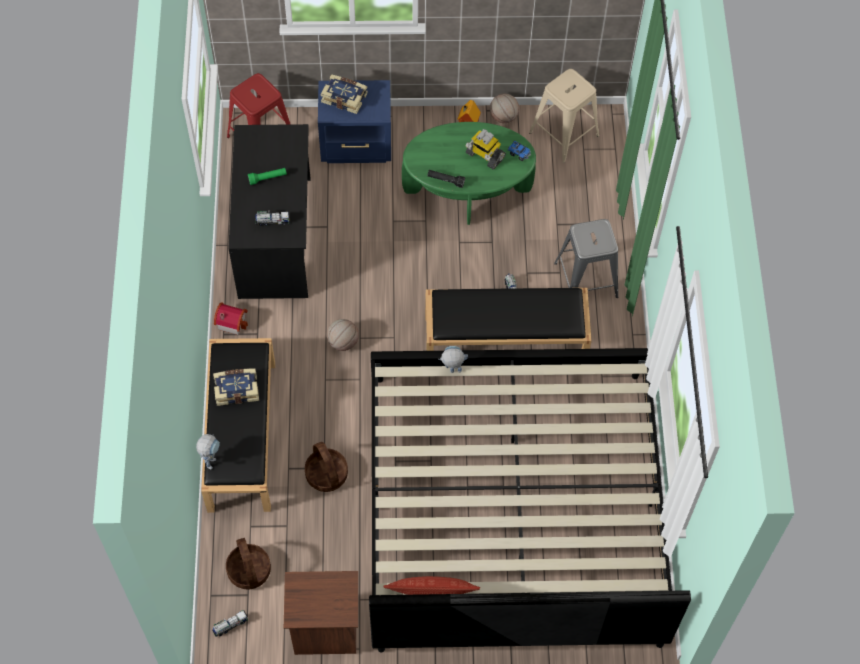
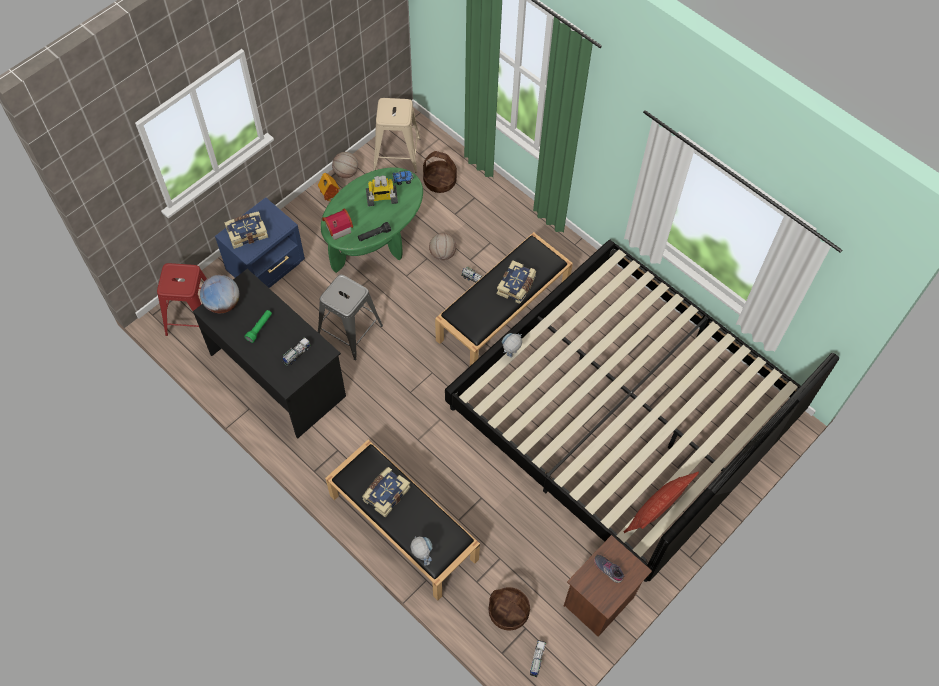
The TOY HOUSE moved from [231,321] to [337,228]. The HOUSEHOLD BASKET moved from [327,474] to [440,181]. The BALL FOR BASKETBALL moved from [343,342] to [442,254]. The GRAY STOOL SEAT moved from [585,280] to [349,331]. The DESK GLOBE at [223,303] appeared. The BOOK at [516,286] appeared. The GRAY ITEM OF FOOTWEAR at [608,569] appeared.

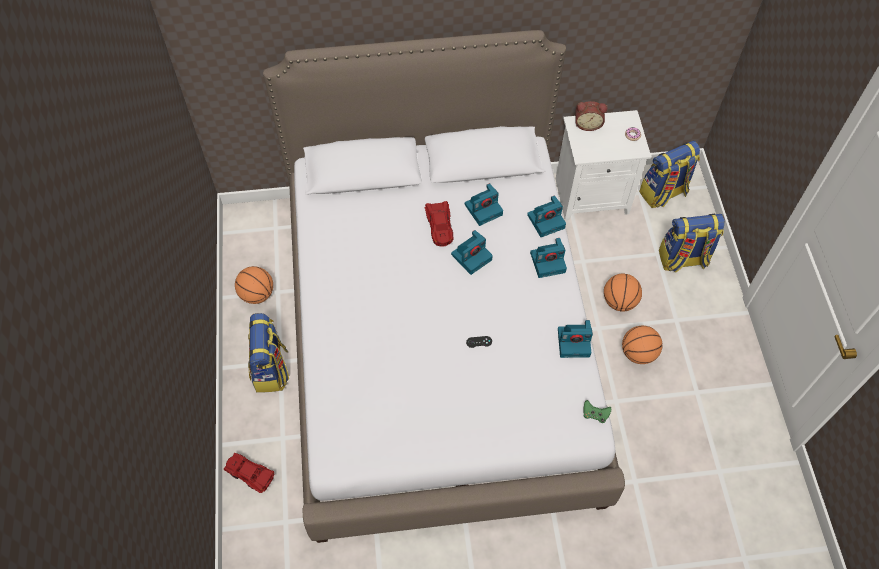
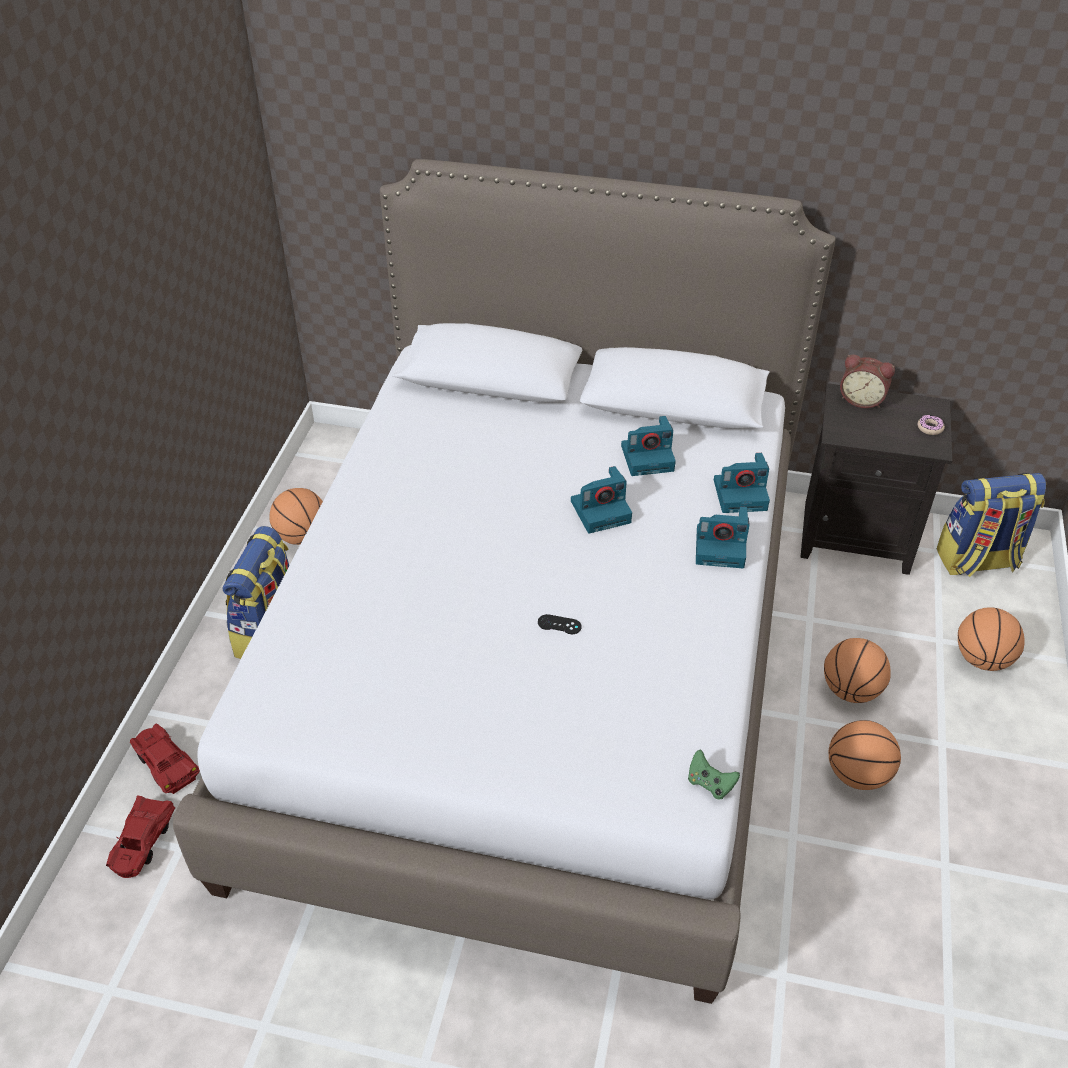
The REDDISH MODEL CAR moved from [439,227] to [142,841]. The WHITE-COLOURED BEDSIDE TABLE at [592,195] became the BLACK BEDSIDE TABLE at [857,536]. The STILL CAMERA at [574,342] disappeared. The BACKPACK at [683,259] was replaced by the BALL FOR BASKETBALL at [982,659].

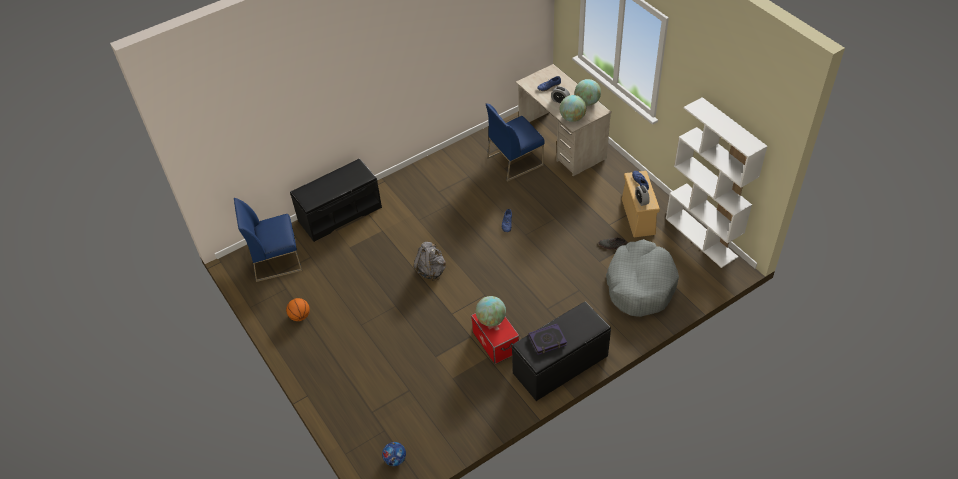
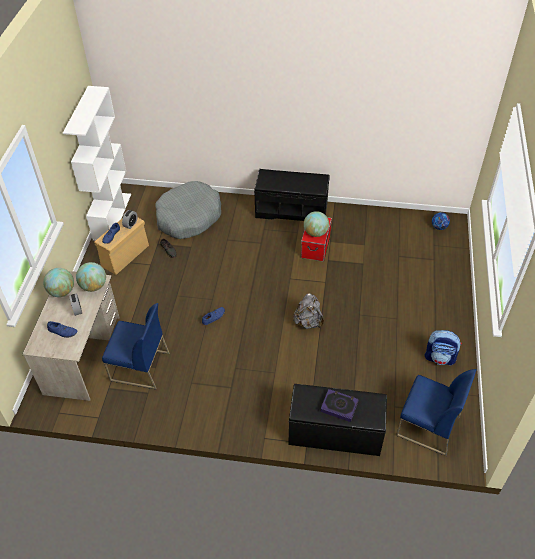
The BALL FOR BASKETBALL at [300,316] was replaced by the BACKPACK at [440,358]. The BOOK moved from [547,341] to [339,406].

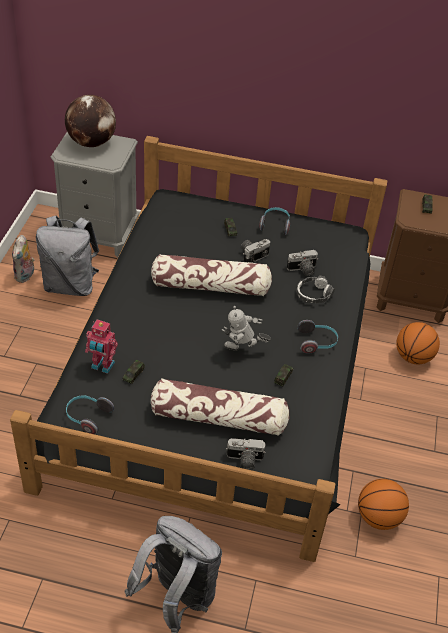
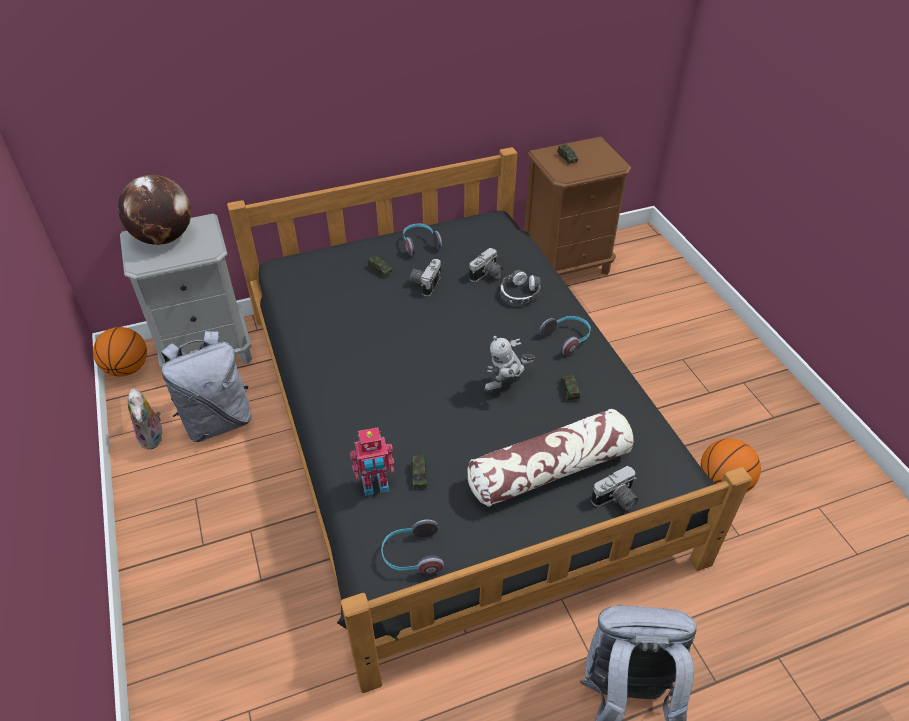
The CUSHION at [211,286] disappeared. The BALL FOR BASKETBALL moved from [413,357] to [127,369].

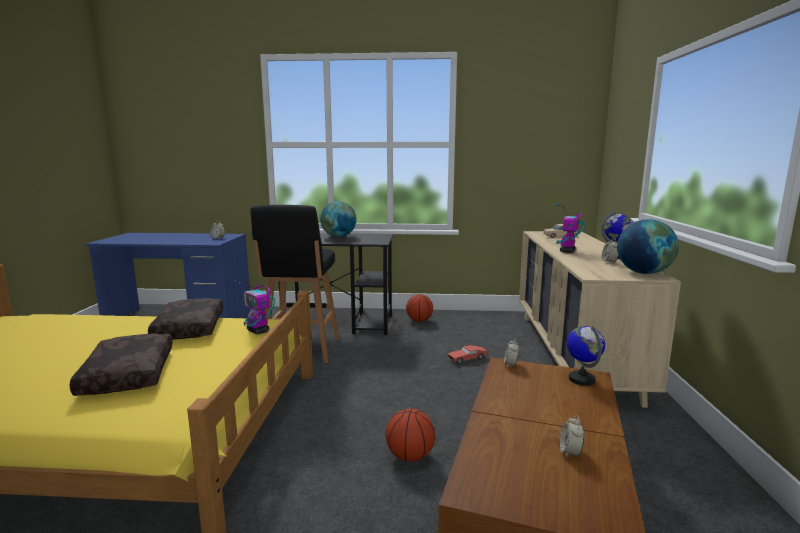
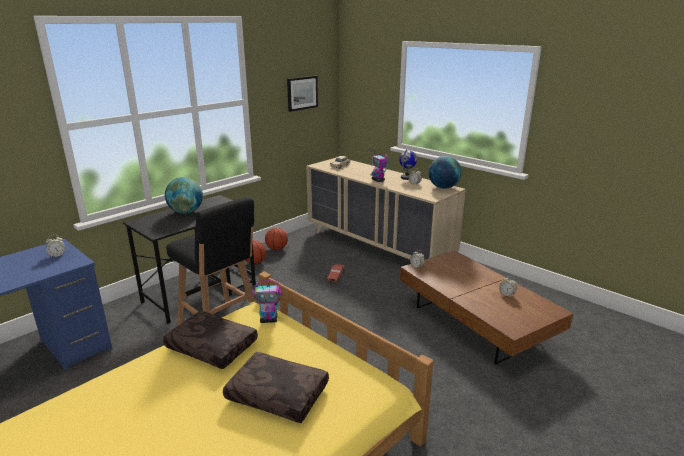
The BALL FOR BASKETBALL moved from [409,456] to [276,249]. The DESK GLOBE at [581,379] disappeared. The PICTURE at [302,93] appeared.

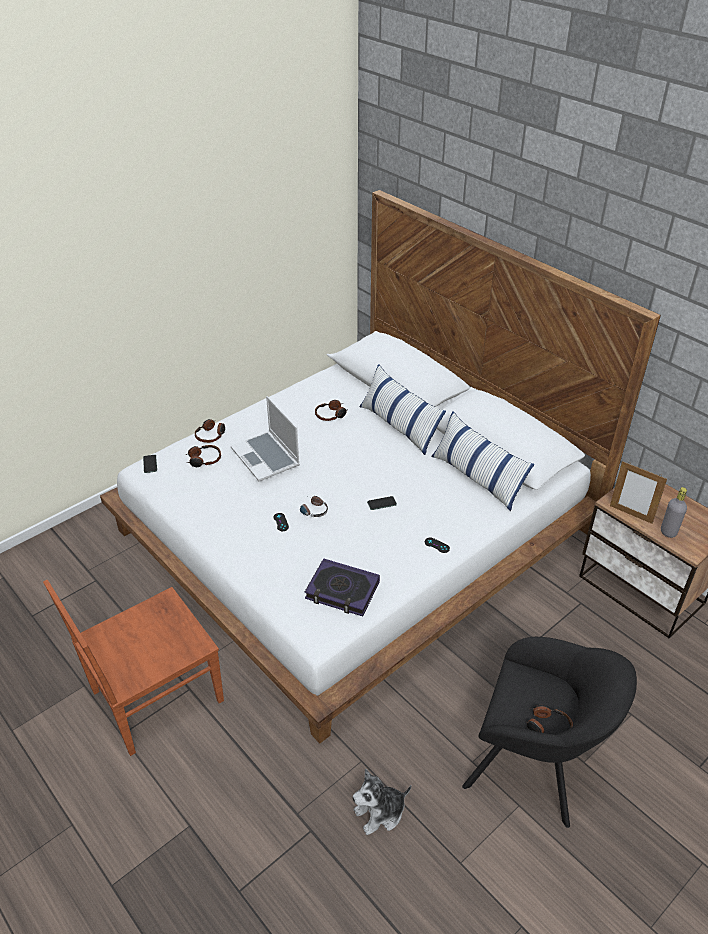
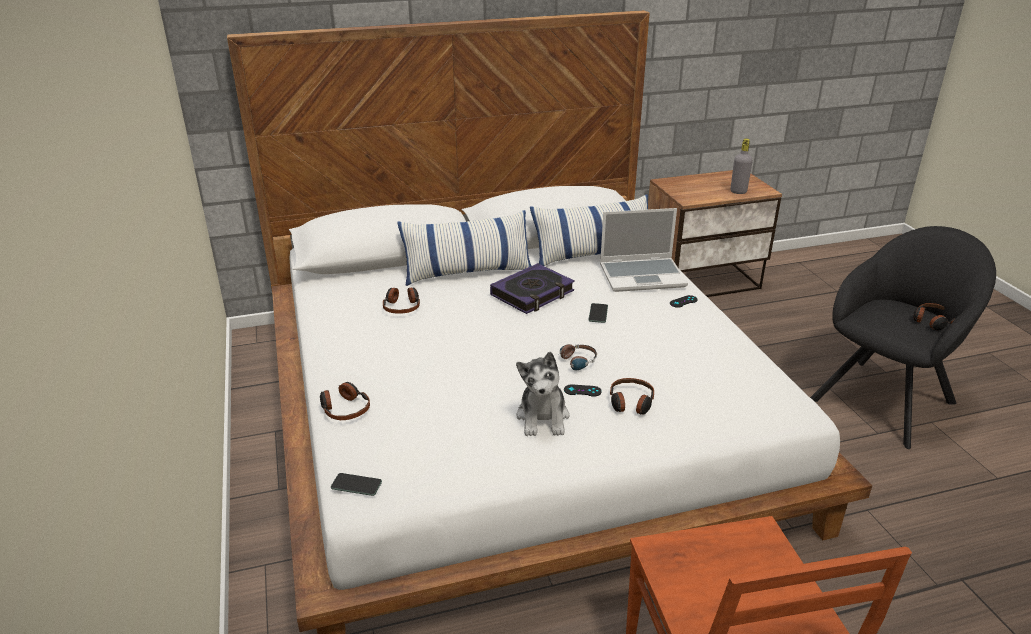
The PAIR OF HEADPHONES moved from [204,460] to [631,403]. The LAPTOP moved from [266,457] to [643,276]. The BOOK moved from [342,591] to [532,294]. The PLUSH TOY moved from [380,813] to [543,417]. The PHOTO FRAME at [630,514] disappeared.

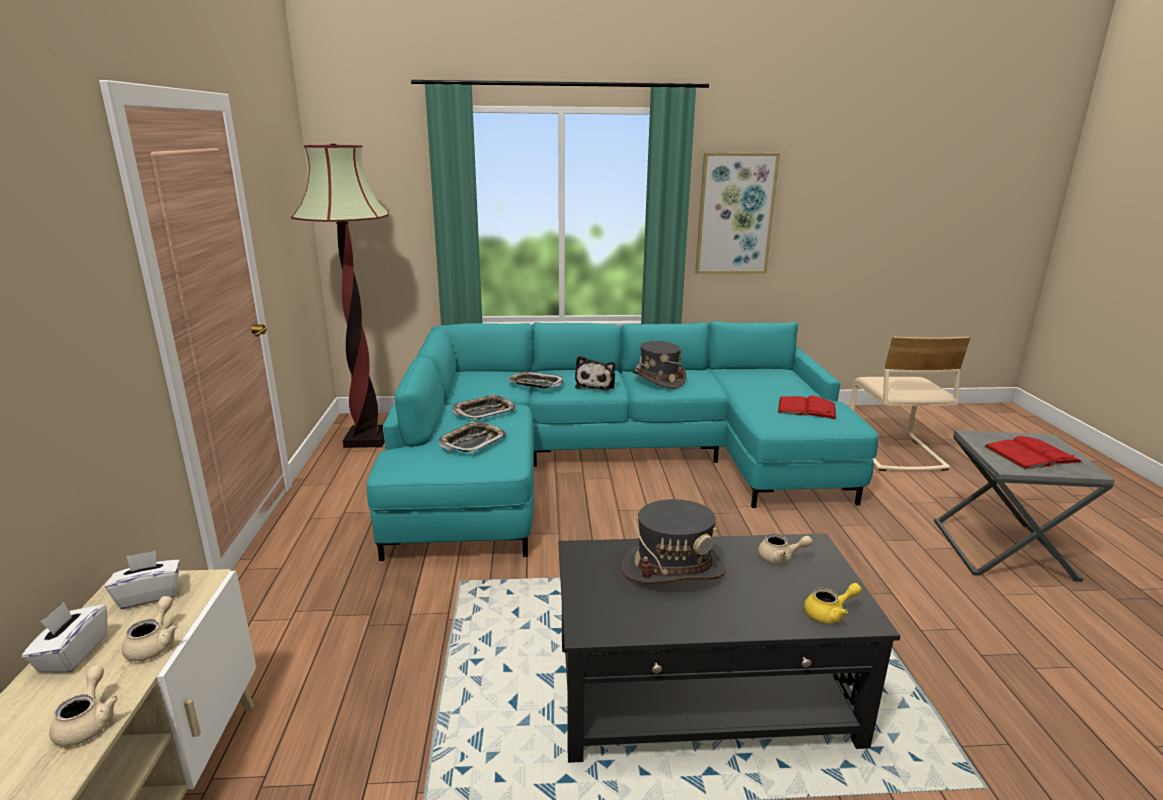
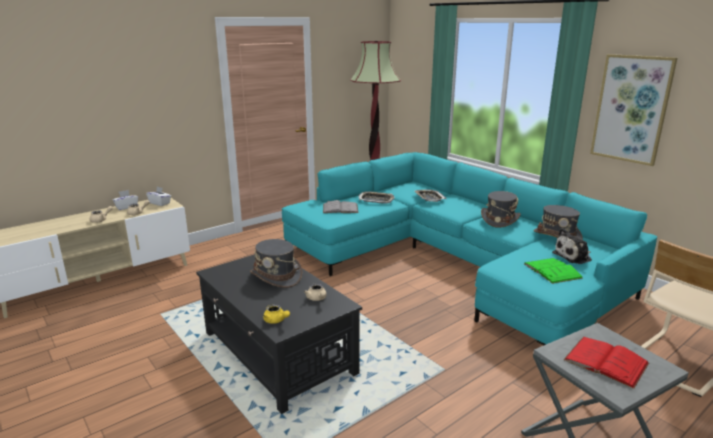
The SERVING TRAY at [472,442] was replaced by the GRAY BOOK at [340,208]. The PLUSH TOY moved from [596,385] to [573,256]. The REDDISH BOOK at [806,408] became the GREENISH BOOK at [552,270]. The GRAY HAT at [557,236] appeared.

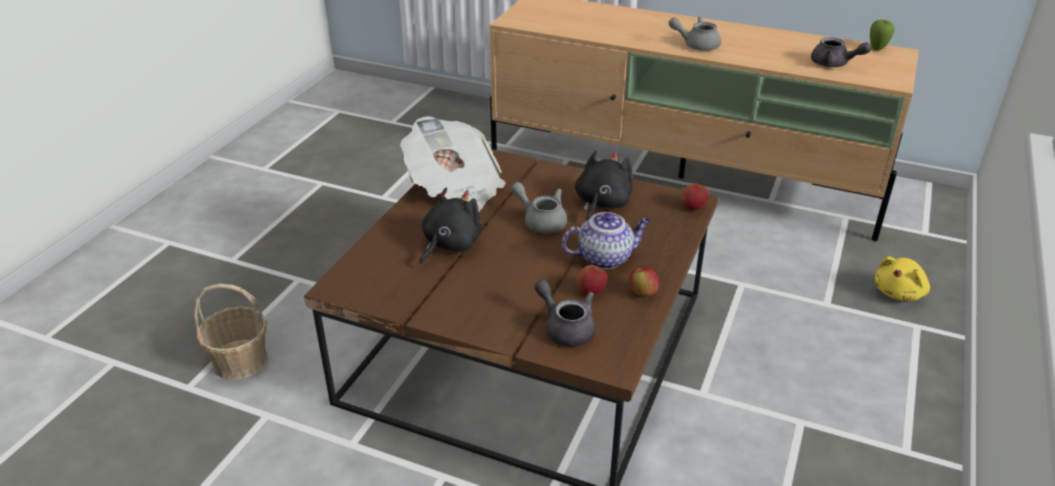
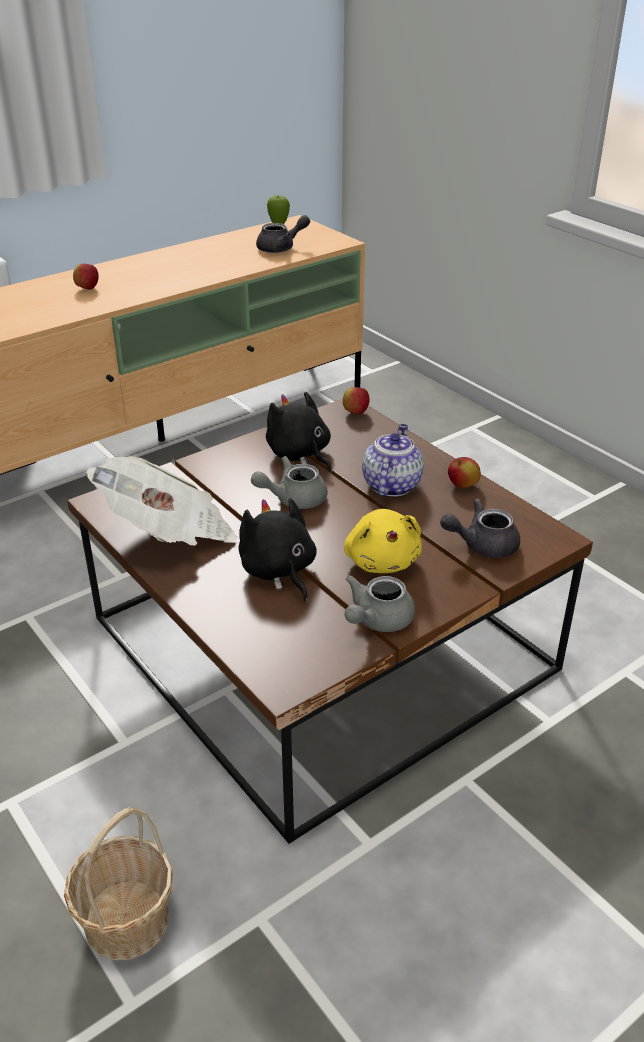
The WHOLE APPLE moved from [591,292] to [87,288]. The GRAY TEA POT moved from [696,45] to [377,620]. The YELLOWISH PLUSH TOY moved from [899,292] to [381,560].

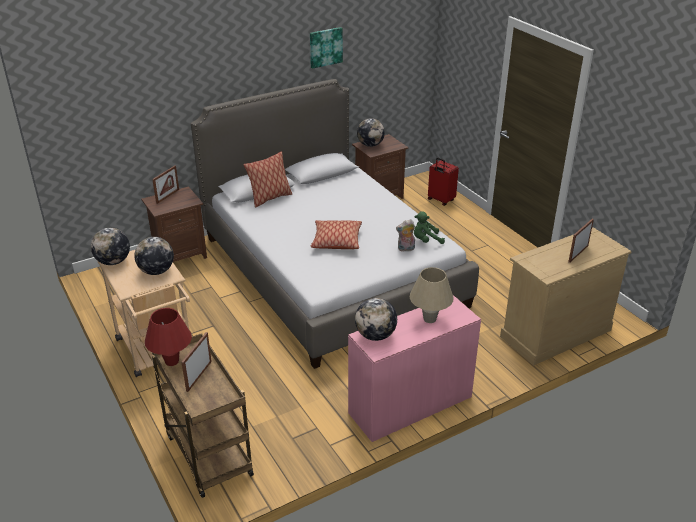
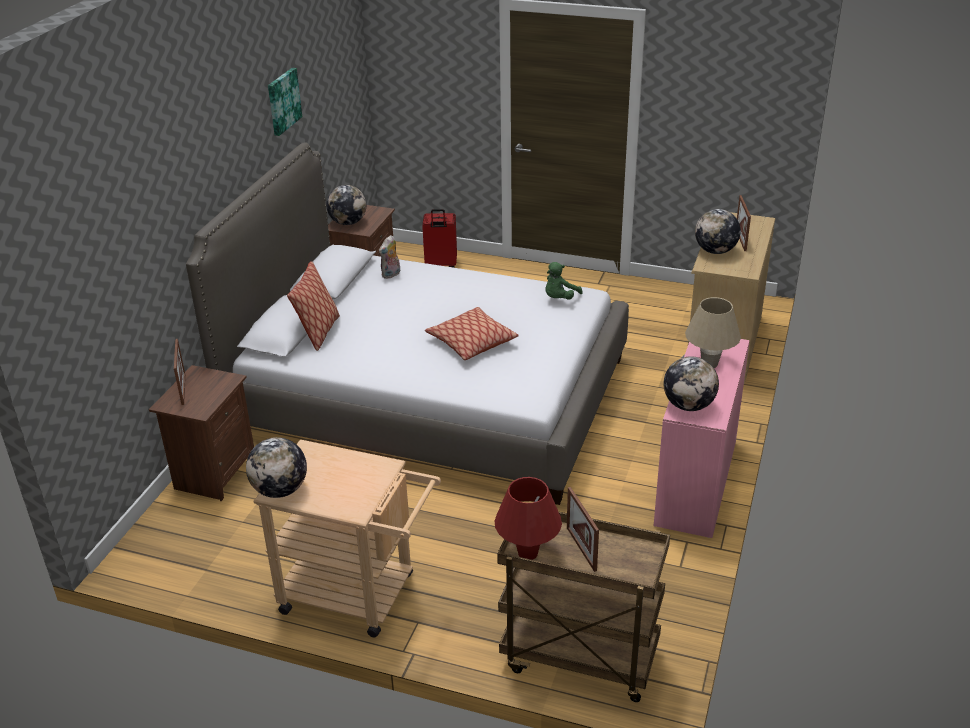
The DESK GLOBE moved from [156,271] to [715,251]. The PLUSH TOY moved from [405,249] to [391,275].

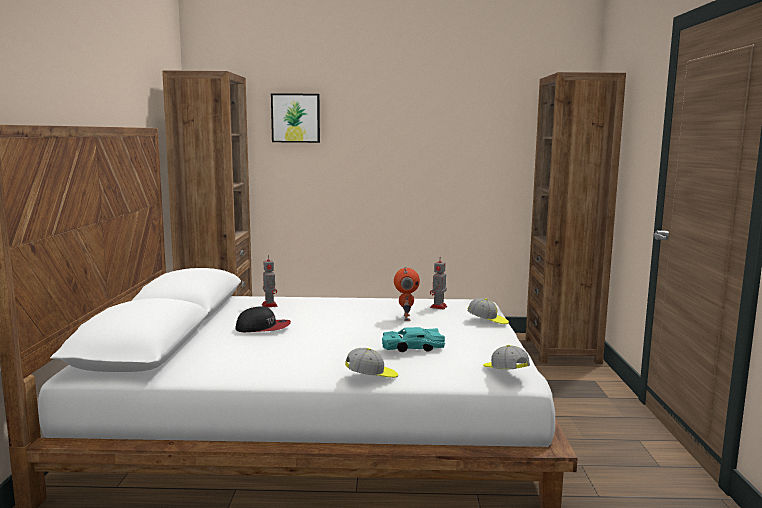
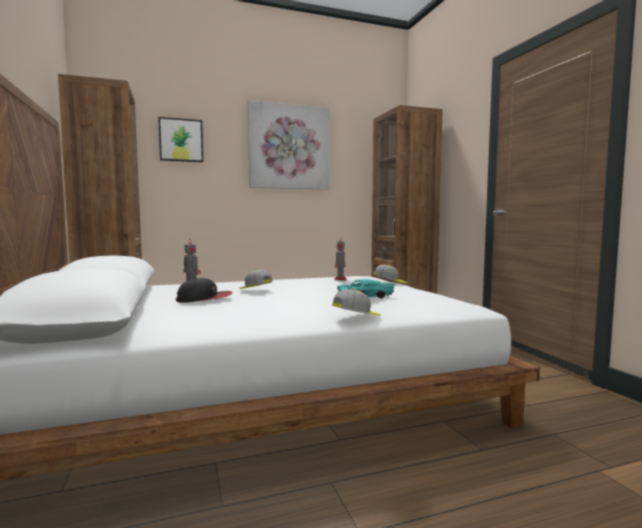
The ROBOT FIGURE at [405,317] disappeared. The CAP moved from [504,371] to [255,290]. The PICTURE at [289,147] appeared.

